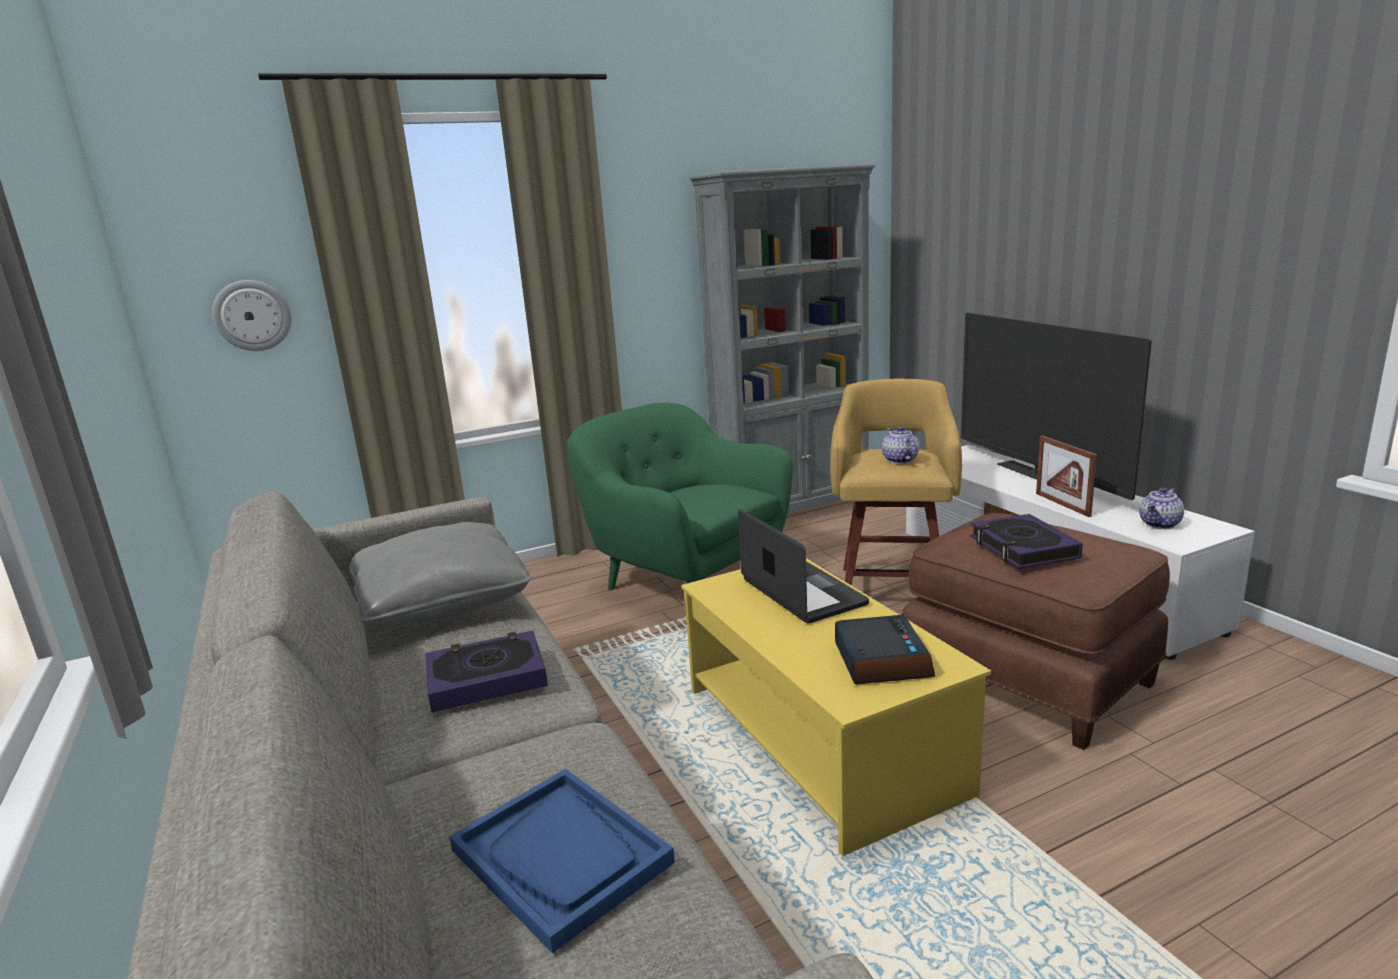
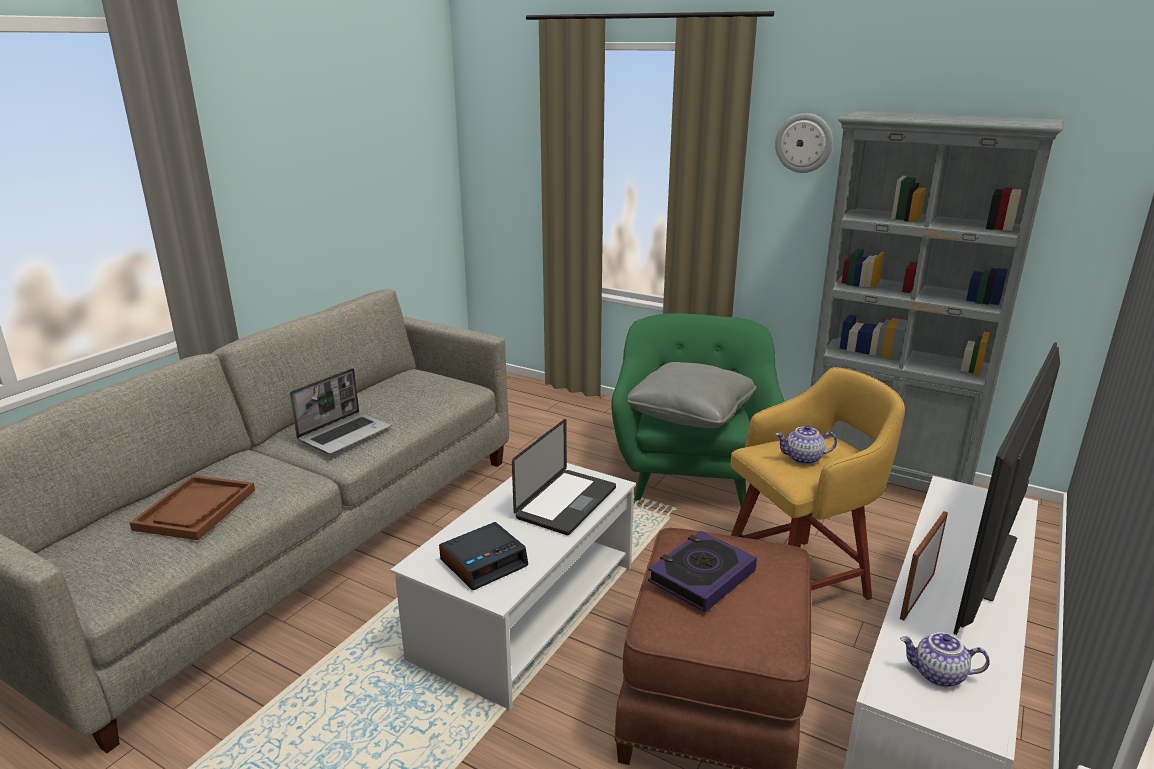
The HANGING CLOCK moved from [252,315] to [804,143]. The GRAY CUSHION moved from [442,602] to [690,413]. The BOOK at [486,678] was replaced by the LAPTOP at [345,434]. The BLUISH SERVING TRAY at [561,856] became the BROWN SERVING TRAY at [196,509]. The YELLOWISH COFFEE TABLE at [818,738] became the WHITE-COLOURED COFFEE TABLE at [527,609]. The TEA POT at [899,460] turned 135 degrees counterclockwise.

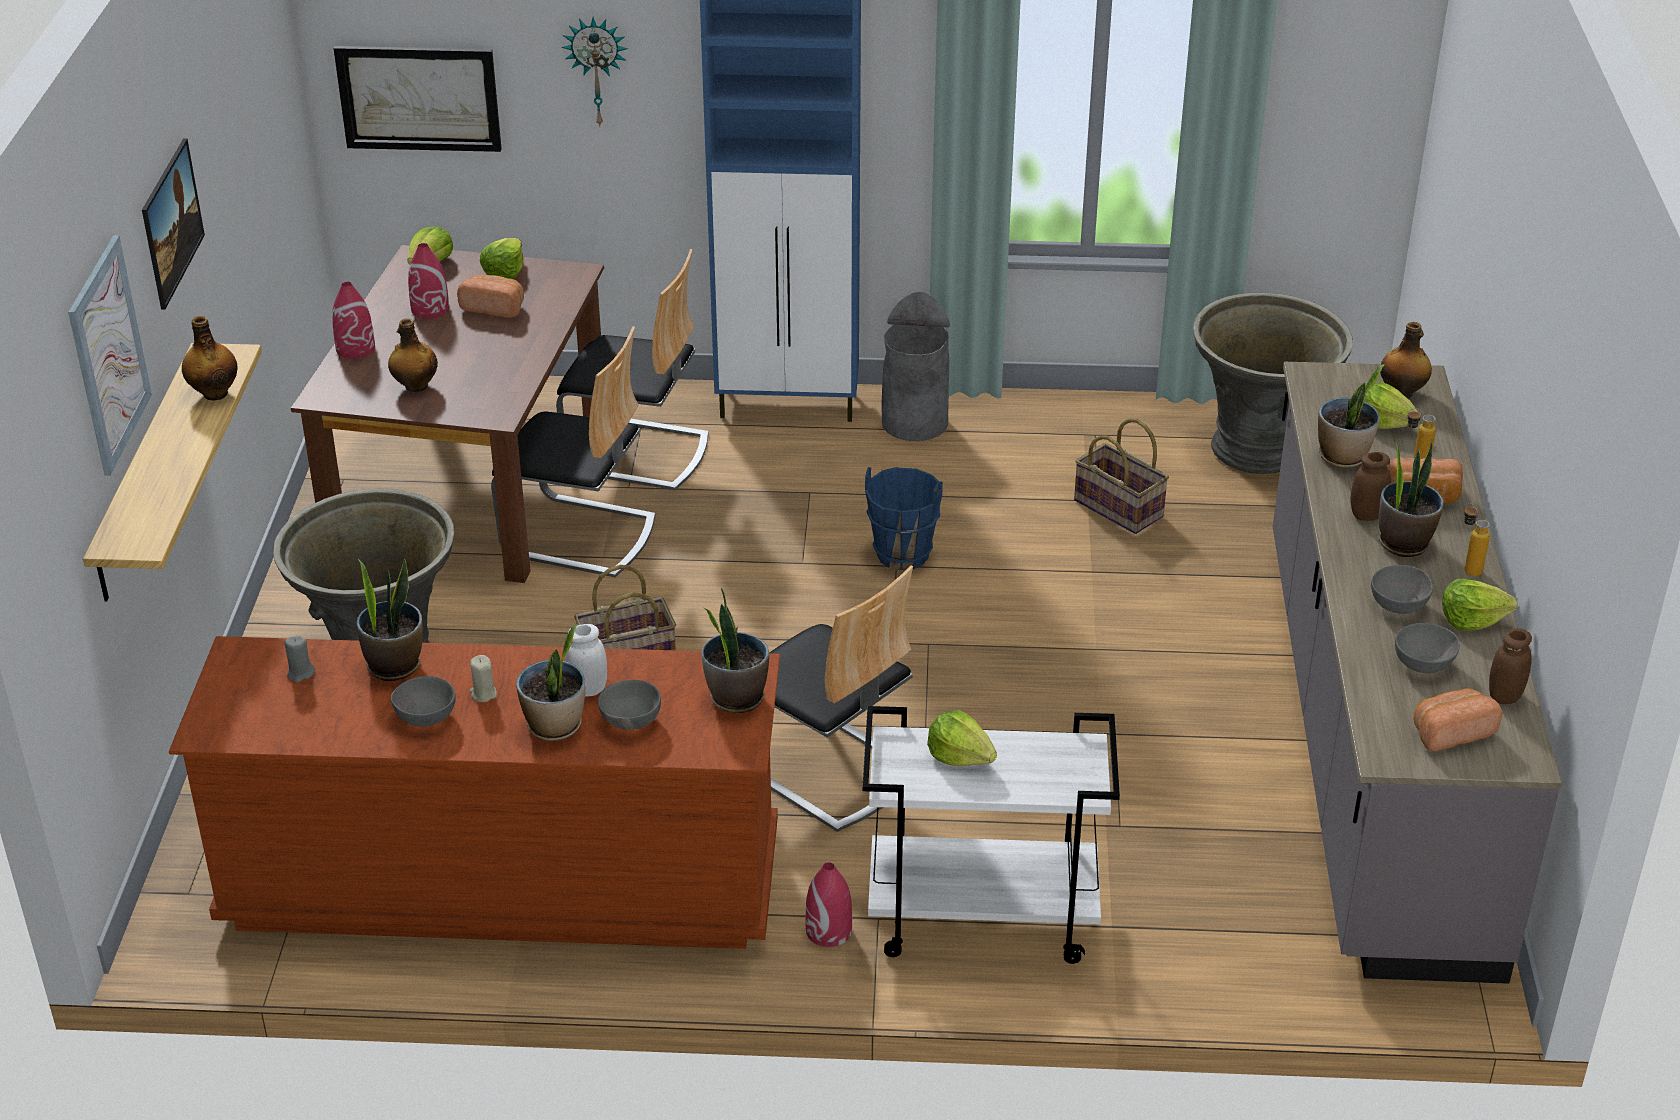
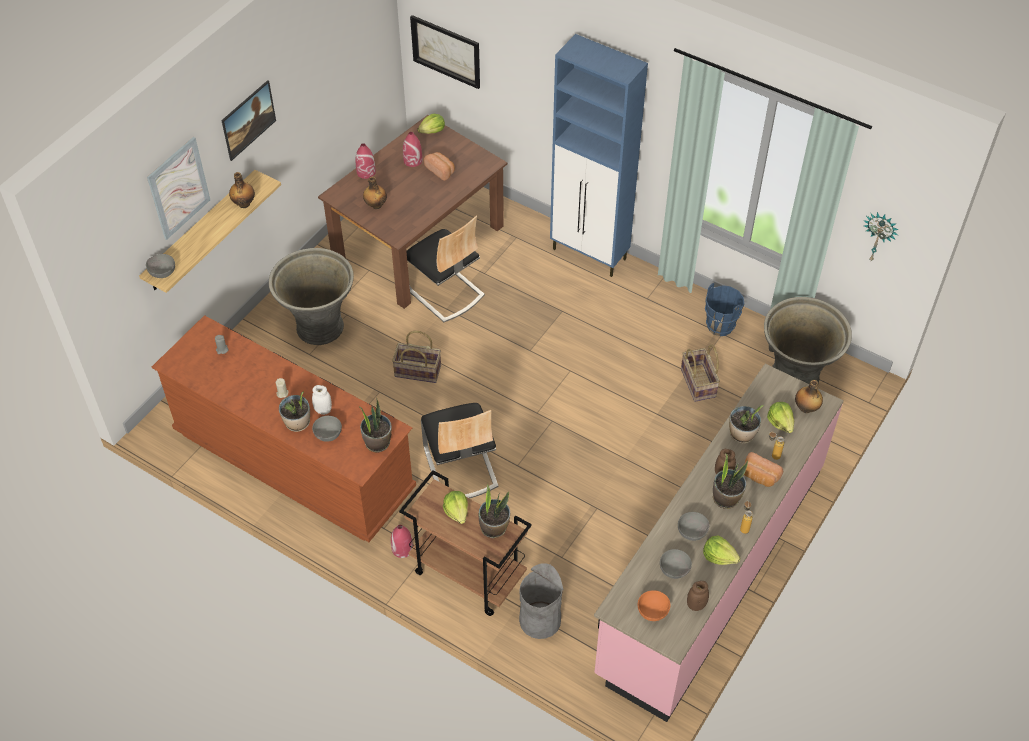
The POTTED PLANT moved from [394,665] to [494,527]. The GRAY DEEP DISH moved from [424,717] to [162,272]. The LETTUCE at [504,271] disappeared. The UPRIGHT CHAIR at [638,453] disappeared. The HANGING CLOCK moved from [597,70] to [878,236]. The WHITE-COLOURED TROLLEY at [980,919] became the BROWN TROLLEY at [466,574]. The BLUISH BUCKET moved from [902,554] to [720,326]. The GRAY WASTE BIN moved from [915,422] to [540,620]. The GRAY KITCHEN BASE UNIT at [1372,742] became the PINKISH KITCHEN BASE UNIT at [710,569]. The BAKERY BREAD at [1450,732] was replaced by the ORANGE-COLOURED DEEP DISH at [653,612].

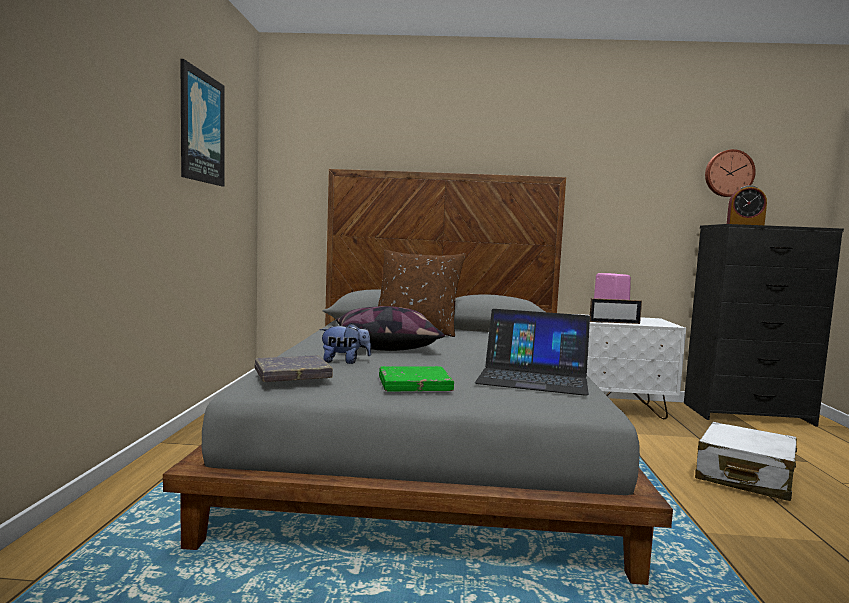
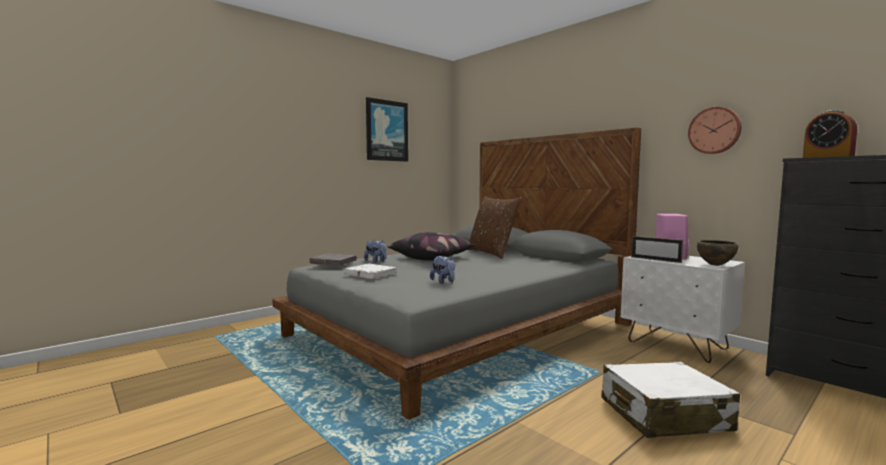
The GREENISH BOOK at [414,384] became the WHITE-COLOURED BOOK at [370,274]. The LAPTOP at [533,377] was replaced by the PLUSH TOY at [443,281]. The HANGING CLOCK moved from [728,173] to [714,130]. The BROWN DEEP DISH at [715,265] appeared.

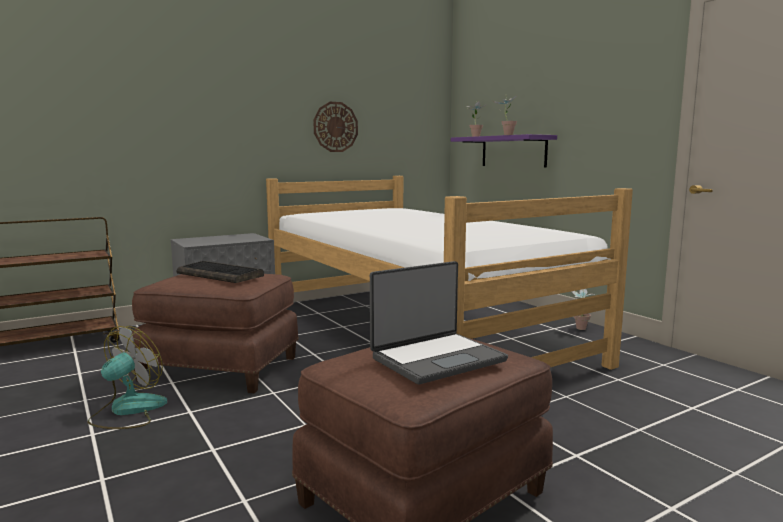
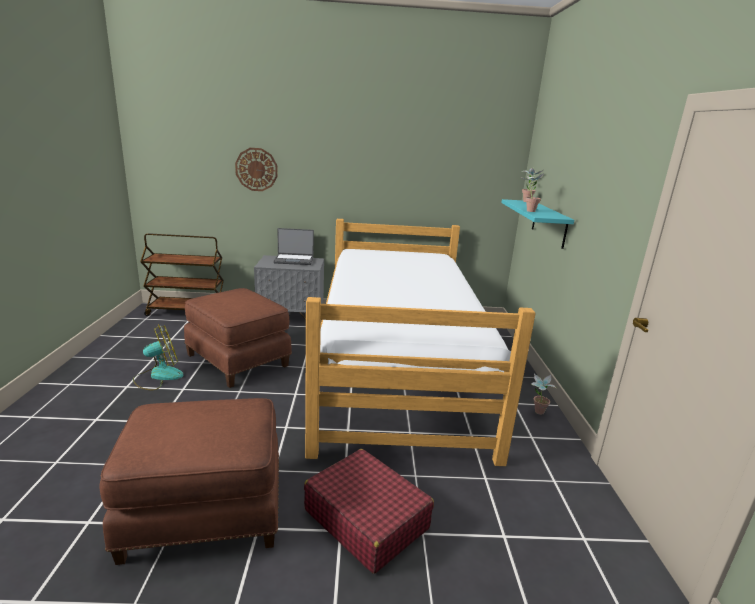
The KEYBOARD at [221,274] disappeared. The HANGING CLOCK moved from [335,127] to [256,169]. The LAPTOP moved from [436,358] to [294,260]. The PURPLE-COLOURED WALL SHELF at [513,151] became the TURQUOISE WALL SHELF at [549,223]. The REDDISH SUITCASE at [366,518] appeared.

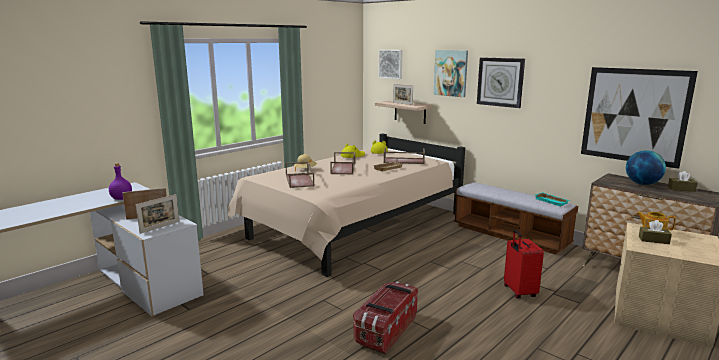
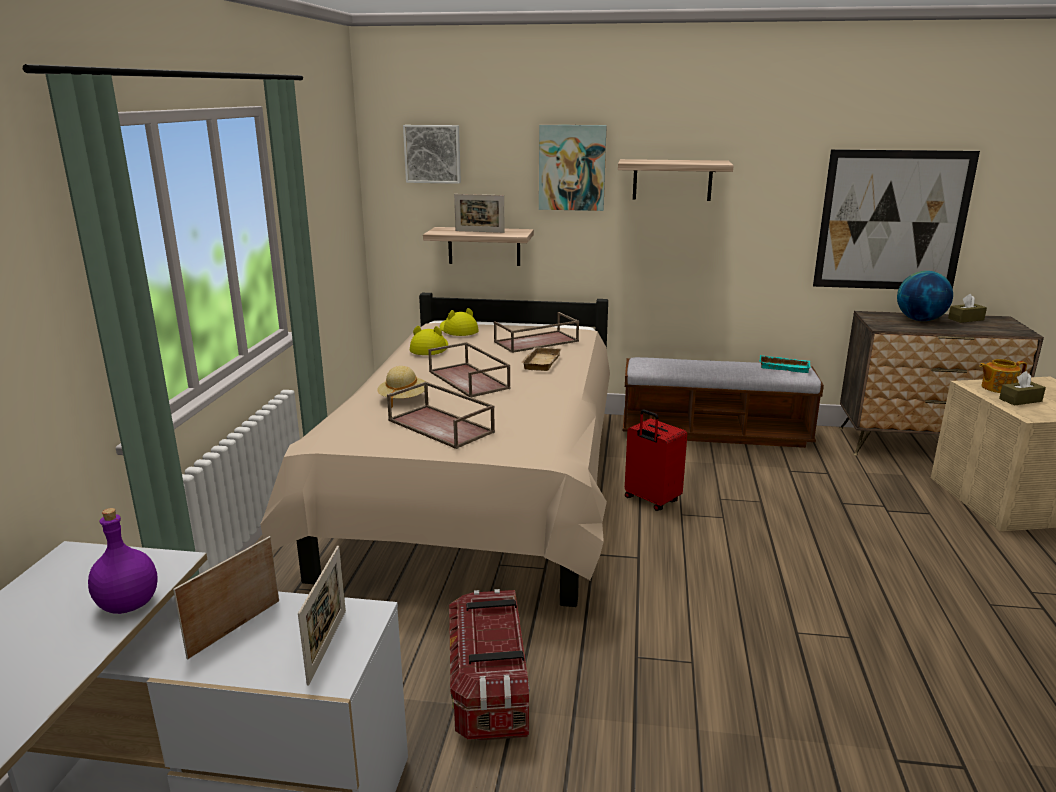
The STORAGE BIN moved from [385,330] to [489,689]. The HANGING CLOCK at [500,82] was replaced by the WALL SHELF at [672,180]. The REDDISH SUITCASE moved from [519,292] to [651,500].

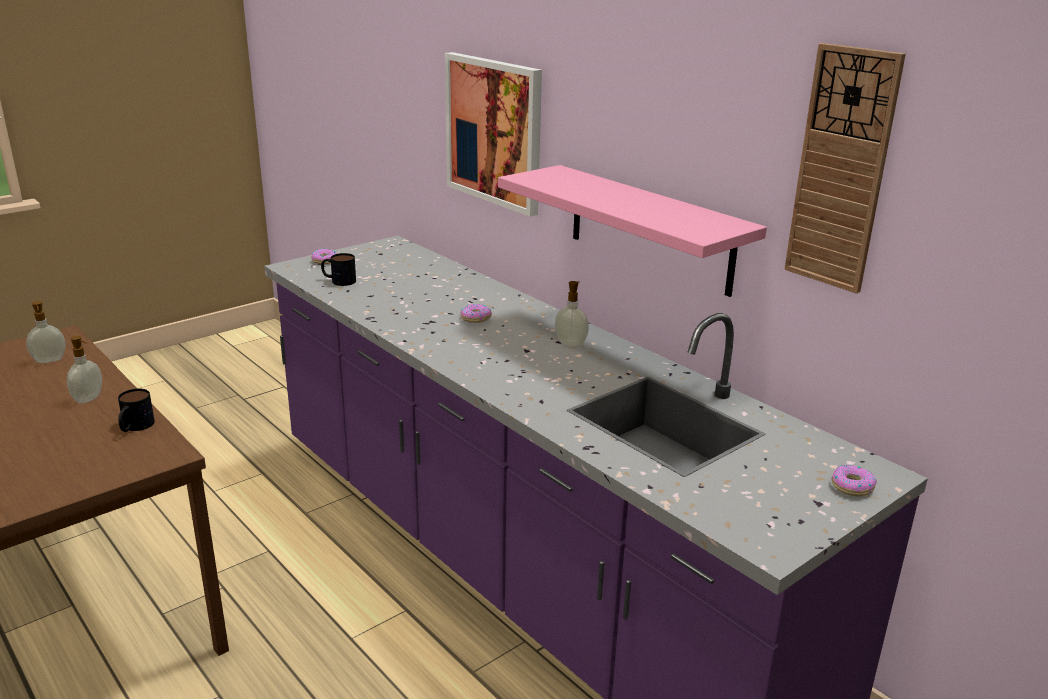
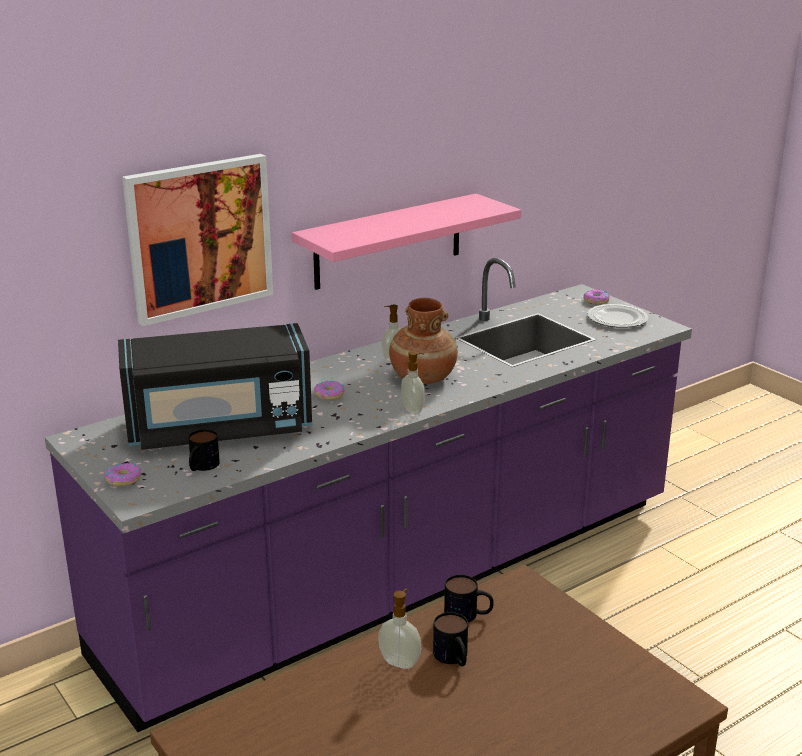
The LIQUID SOAP BOTTLE moved from [49,361] to [413,410]. The HANGING CLOCK at [841,170] disappeared. The BLACK MICROWAVE at [219,428] appeared. The BROWN FLOWER VASE at [422,377] appeared. The COFFEE MUG at [453,658] appeared. The FLAT DISH at [616,319] appeared.

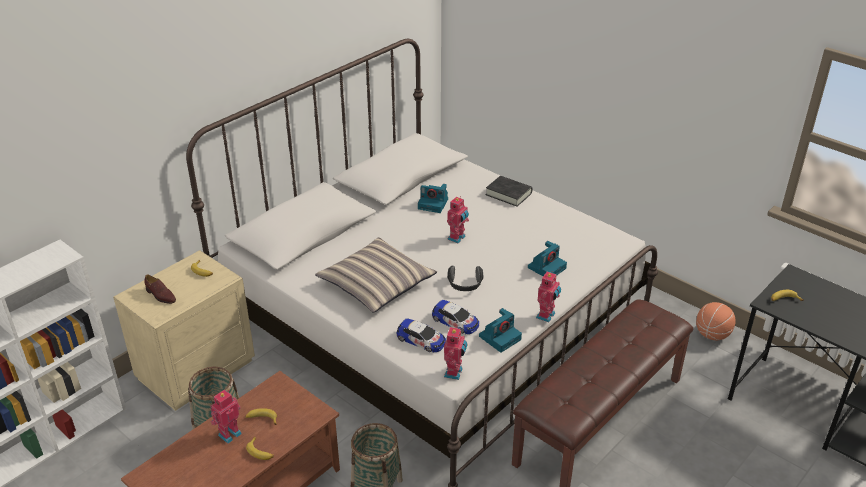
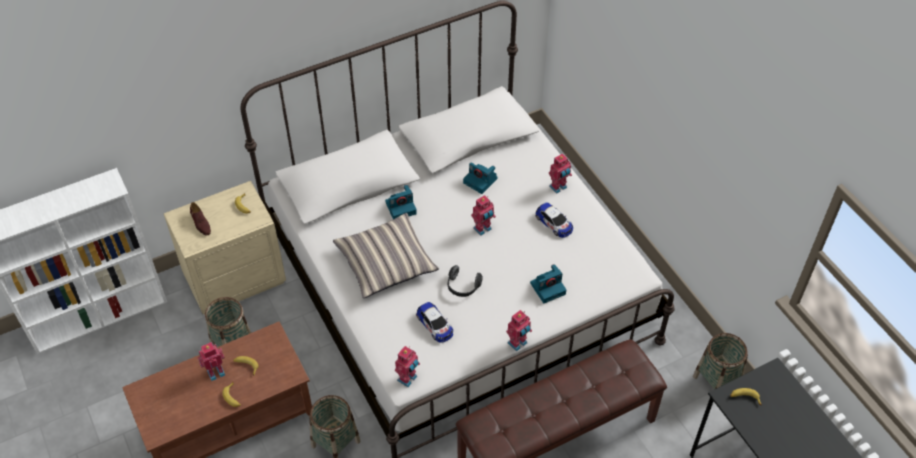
The MODEL CAR moved from [421,340] to [554,223]. The STILL CAMERA moved from [500,337] to [401,207]. The BLACK BOOK at [508,194] was replaced by the ROBOT FIGURE at [558,187]. The BALL FOR BASKETBALL at [712,335] was replaced by the HOUSEHOLD BASKET at [716,381].

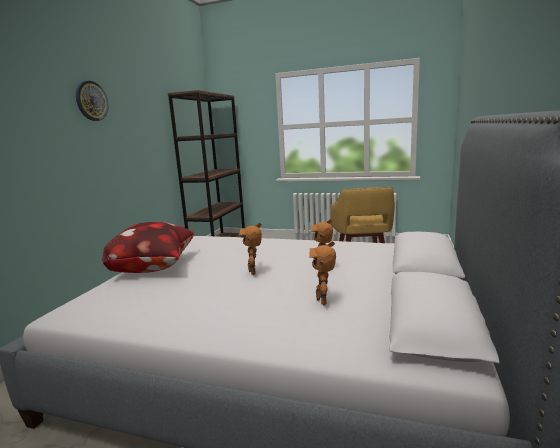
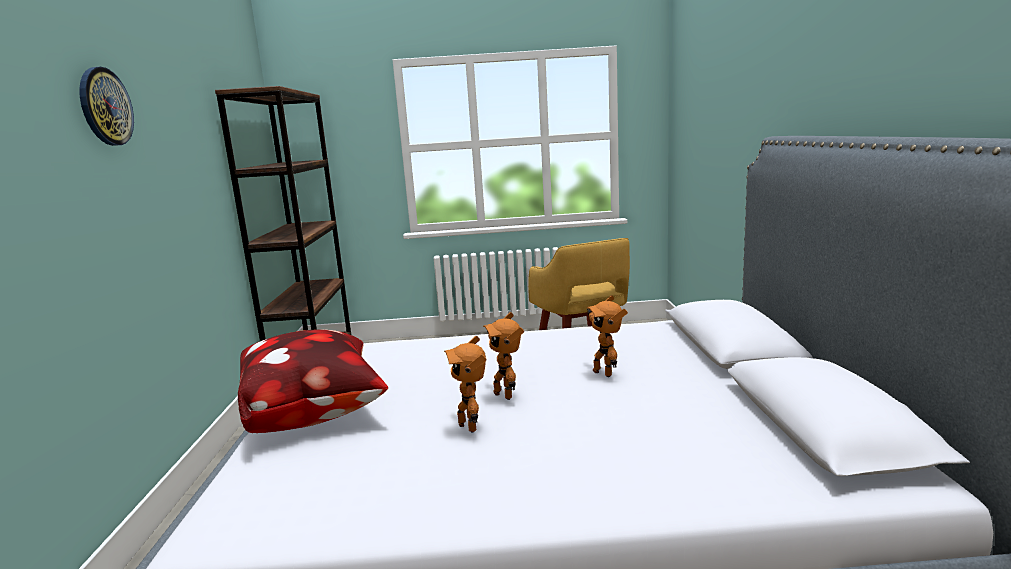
The ROBOT FIGURE moved from [323,301] to [470,426].

